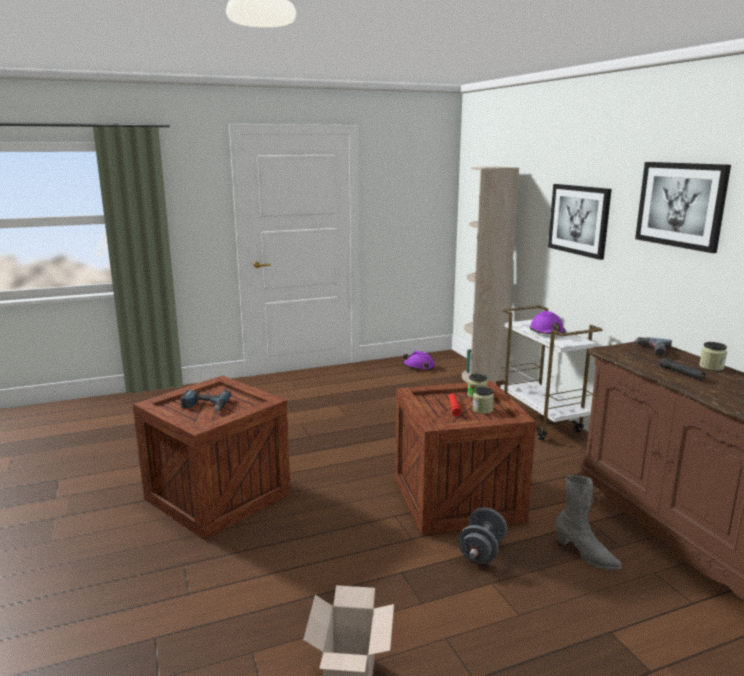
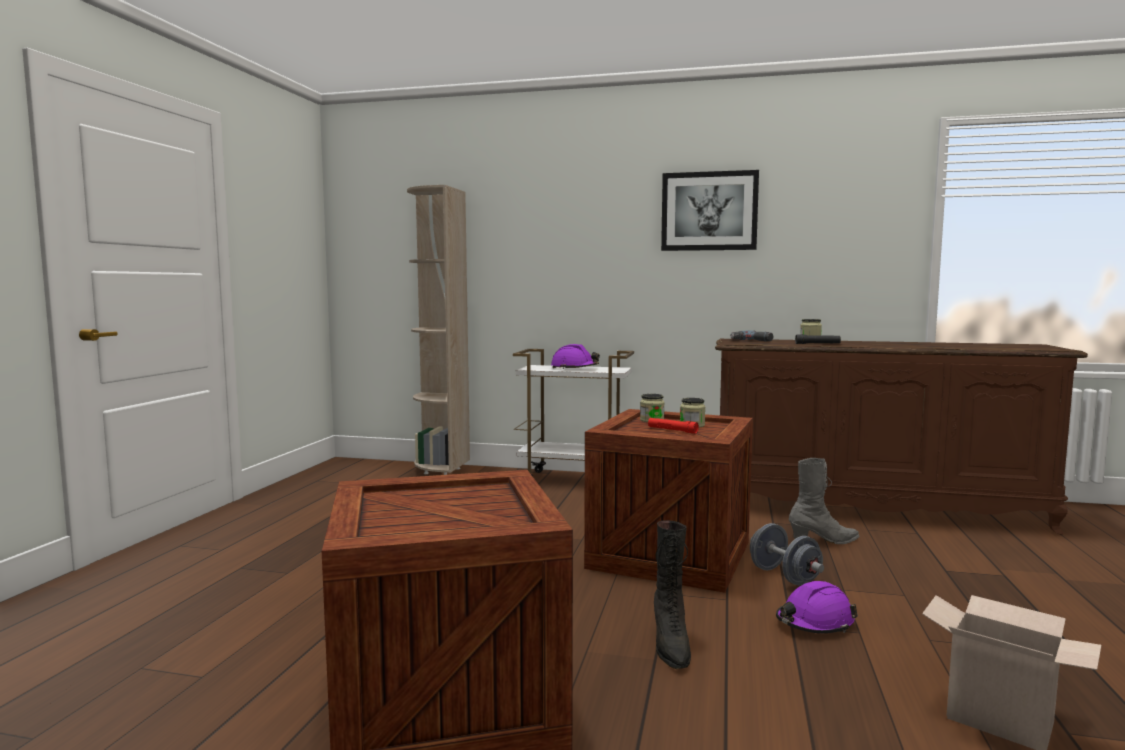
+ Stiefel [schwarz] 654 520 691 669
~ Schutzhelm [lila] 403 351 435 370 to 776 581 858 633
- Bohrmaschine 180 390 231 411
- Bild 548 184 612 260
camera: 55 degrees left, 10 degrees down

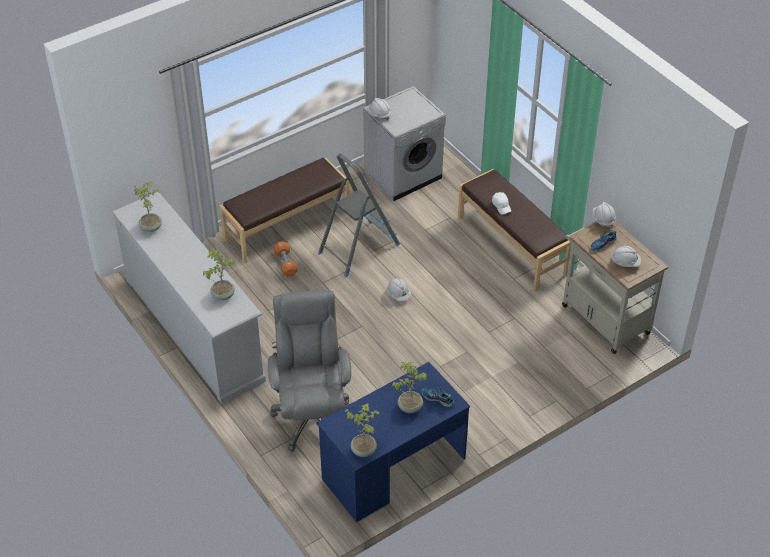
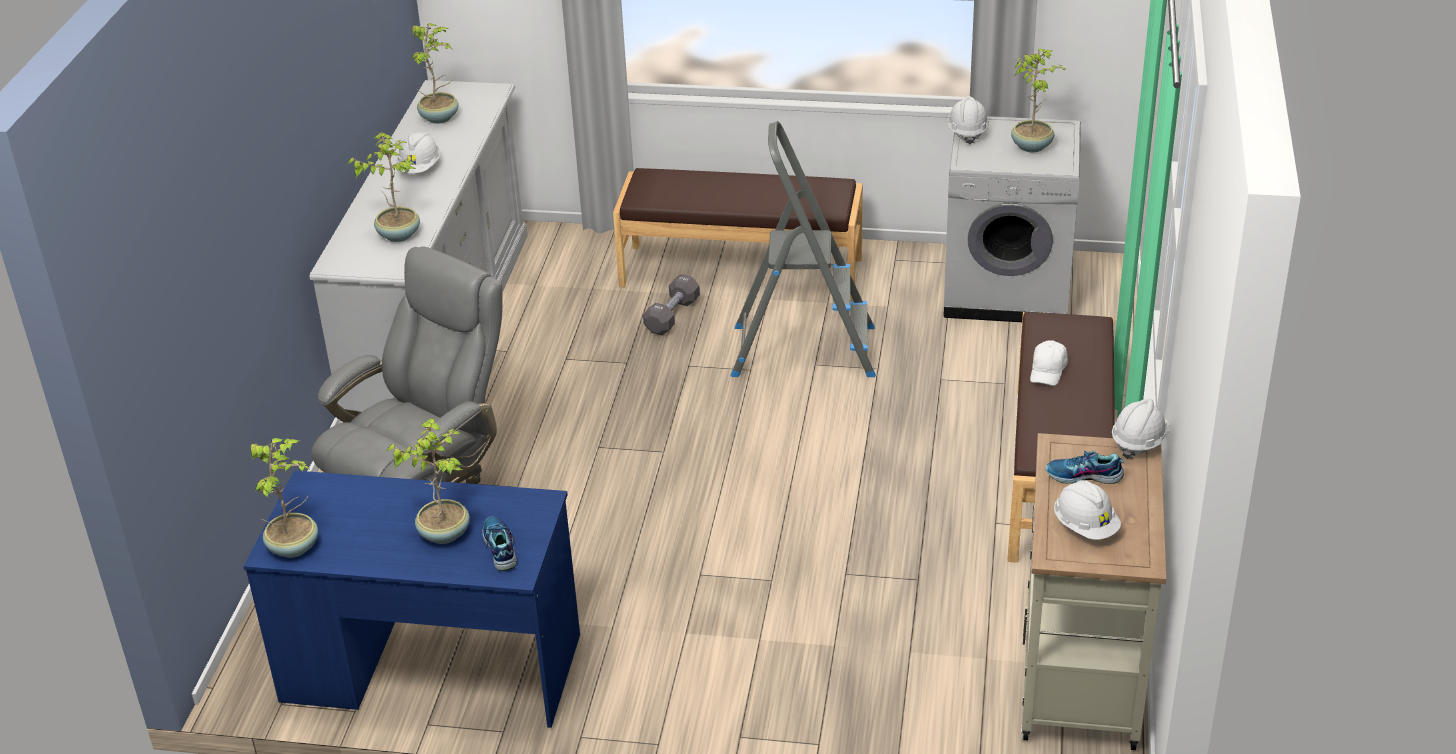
~ Schutzhelm [weiß] 387 278 411 301 to 396 132 440 173
~ Hantel [orange] 274 241 298 277 to Hantel [grau] 643 274 700 335
+ Topfpflanze 1011 49 1066 153
camera: 45 degrees right, 10 degrees down

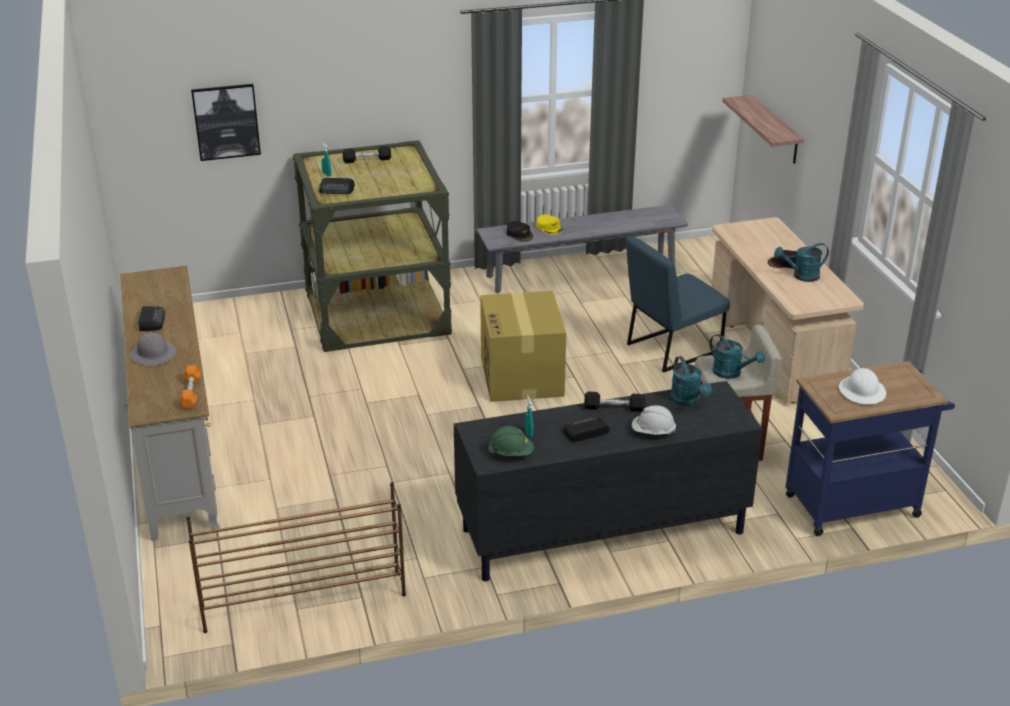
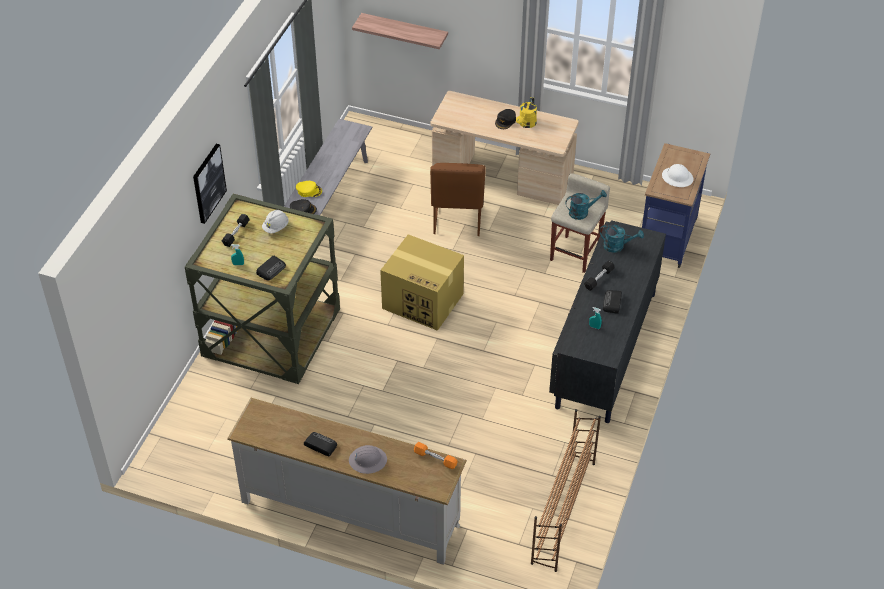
~ Bild 191 84 261 161 to 193 144 227 224
~ Schutzhelm [weiß] 632 405 676 435 to 262 210 289 233
~ Stuhl [blau] 626 236 730 373 to Stuhl [braun] 430 163 486 236
~ Gießkanne [türkis] 774 243 829 282 to Gießkanne [gelb] 516 97 537 128
- Schutzhelm [grün] 488 426 534 456
camera: 55 degrees left, 15 degrees up

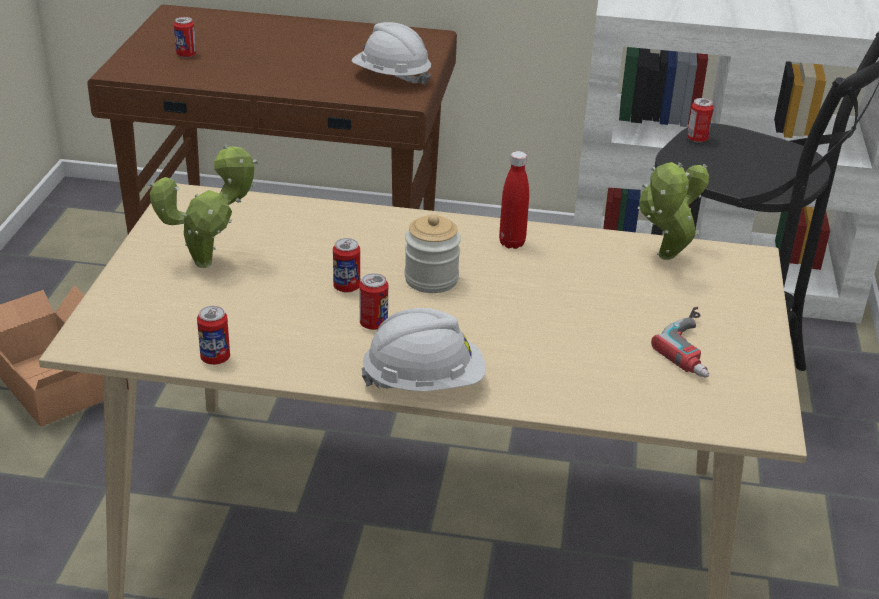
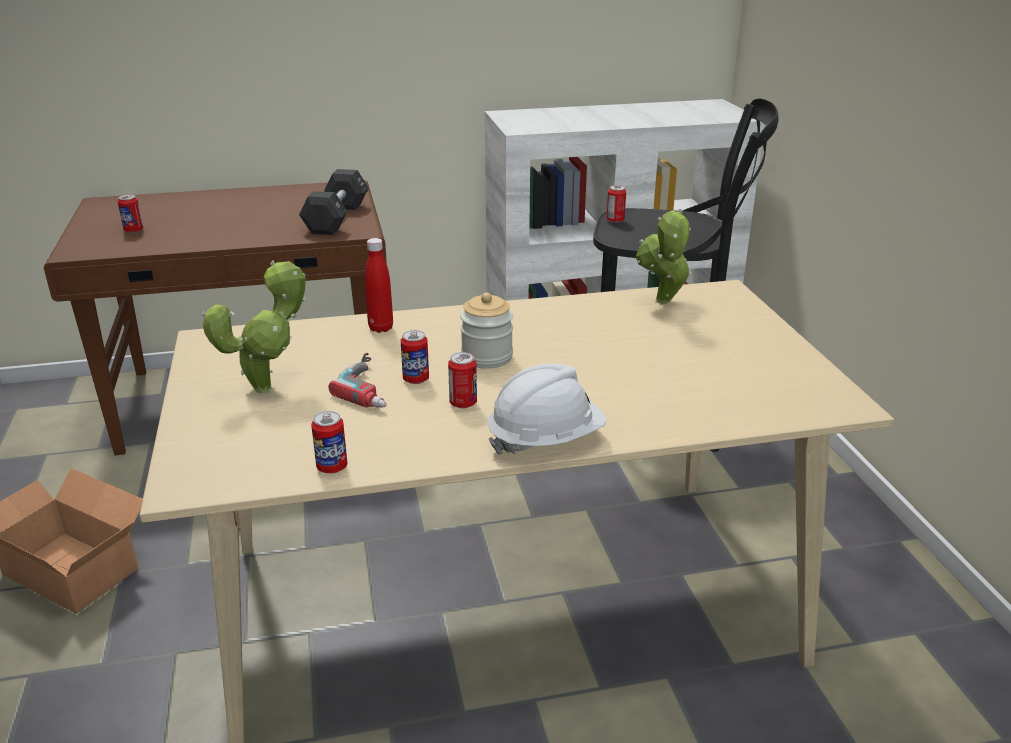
~ Schutzhelm [weiß] 352 22 431 86 to Hantel [schwarz] 299 169 369 235
~ Bohrmaschine 651 307 709 377 to 328 353 386 408
~ Flasche [rot] 499 151 529 249 to 365 238 393 333
camera: 20 degrees left, 5 degrees down

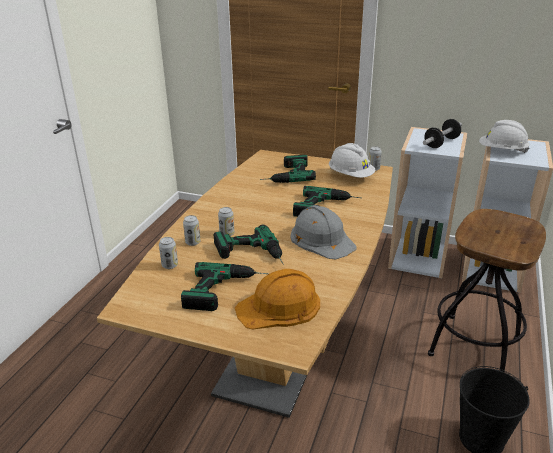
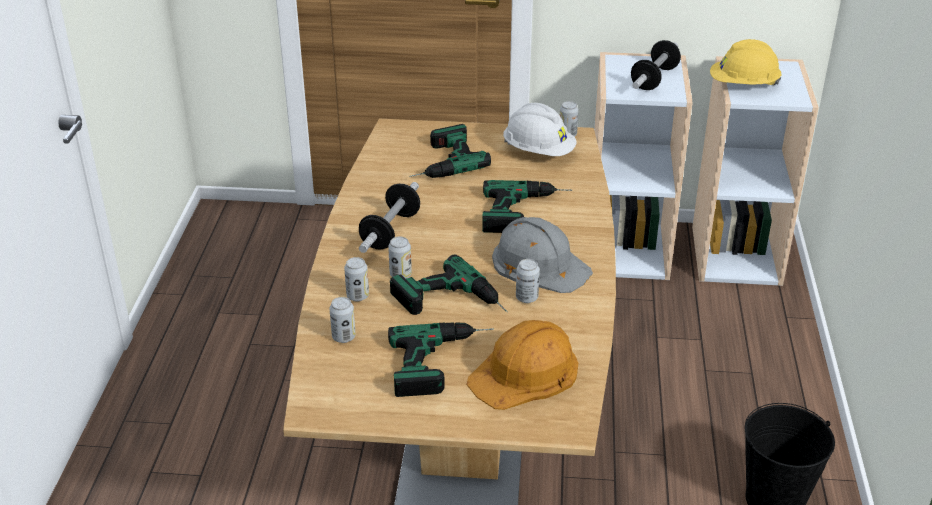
+ Hantel 359 182 420 253
+ Dose 516 259 540 303
~ Schutzhelm [weiß] 479 120 530 153 to Schutzhelm [gelb] 710 39 782 86
- Hocker [braun] 428 209 546 372
camera: 15 degrees left, 5 degrees up

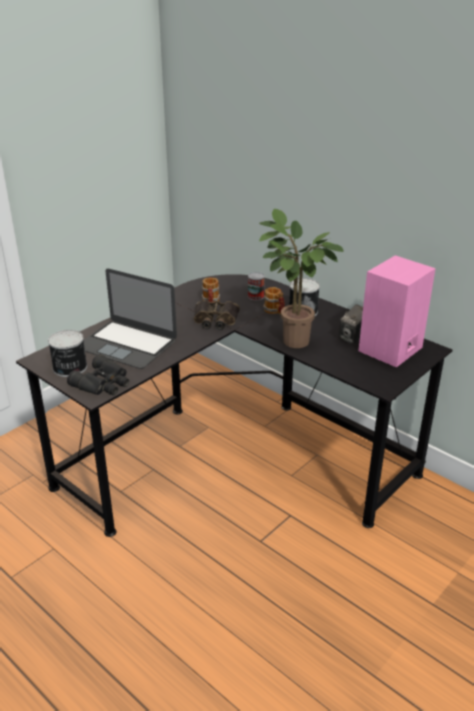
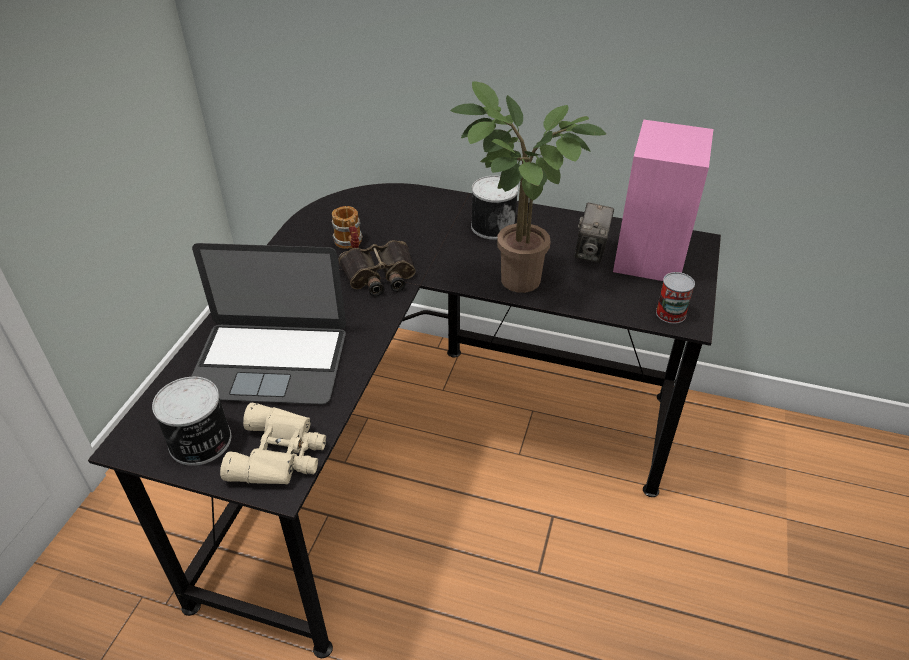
~ Fernglas [schwarz] 67 354 129 395 to Fernglas [beige] 220 403 326 484
~ Dose 248 272 265 300 to 656 272 695 324
- Henkelbecher 263 287 285 315
camera: 25 degrees left, 10 degrees up

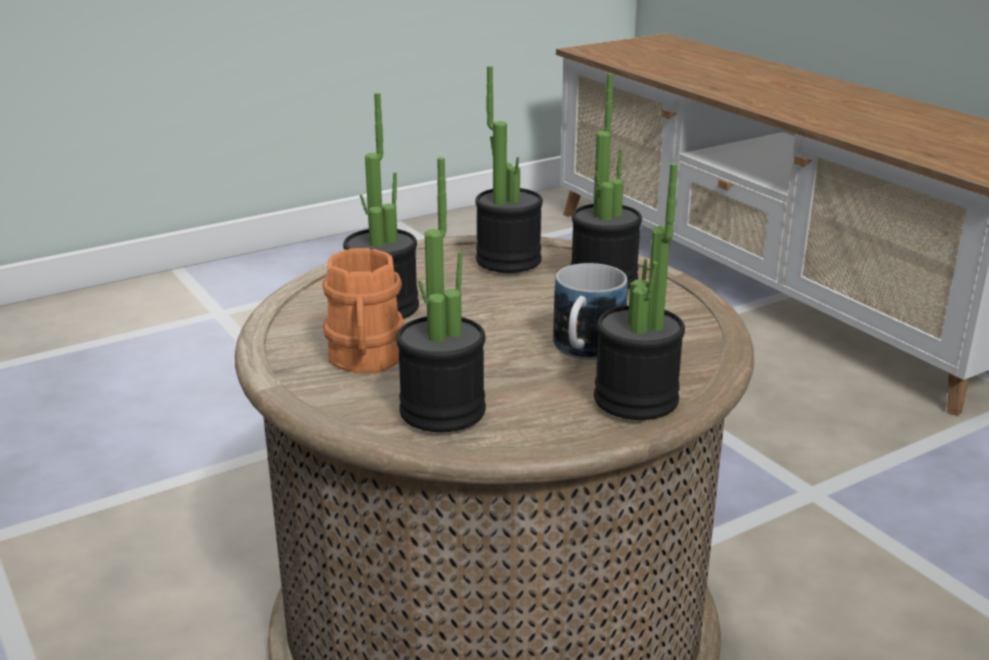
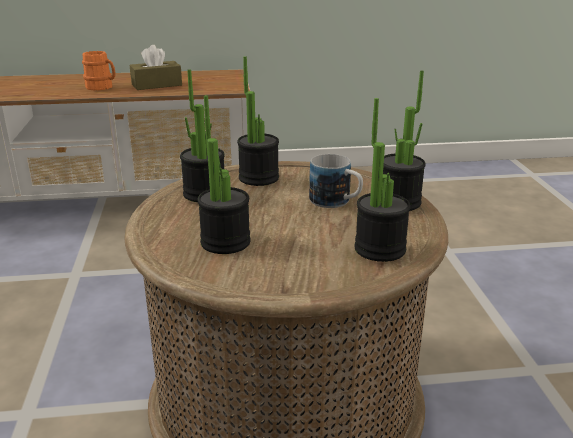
~ Henkelbecher [orange] 322 248 404 374 to 82 51 116 91
+ Taschentuchbox [braun] 130 45 182 90
camera: 65 degrees left, 0 degrees up

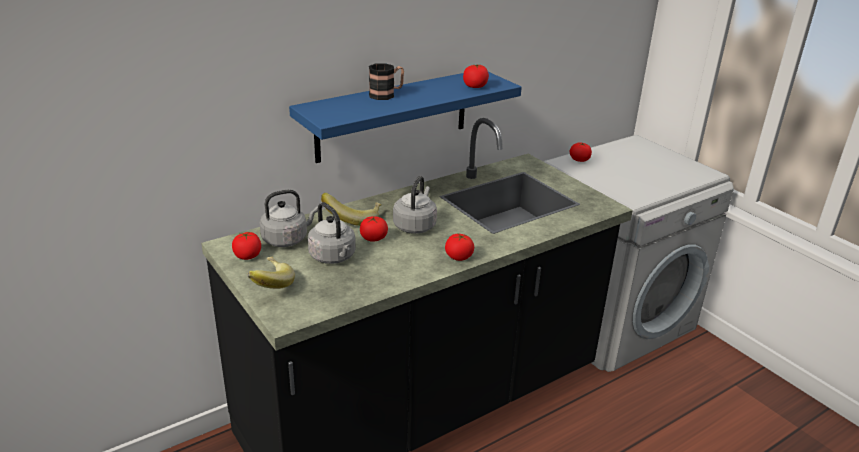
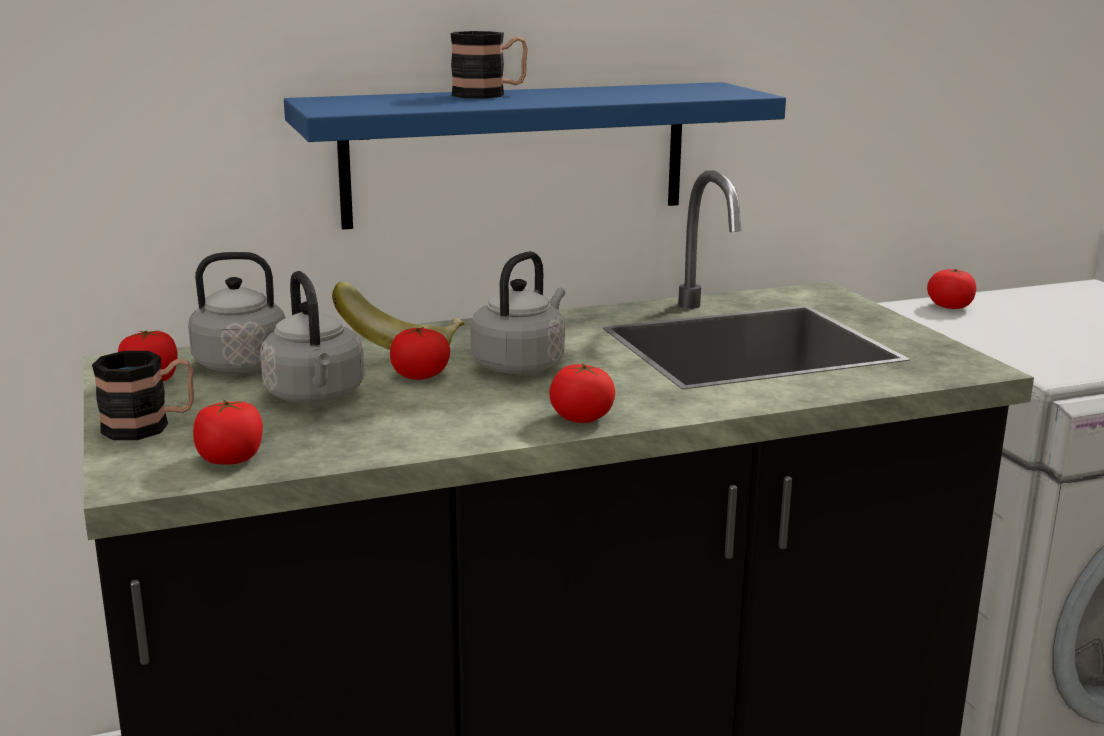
~ Banane 247 257 295 289 to Henkelbecher 92 351 194 440
~ Tomate 463 64 489 88 to 193 400 263 464
camera: 15 degrees right, 10 degrees down

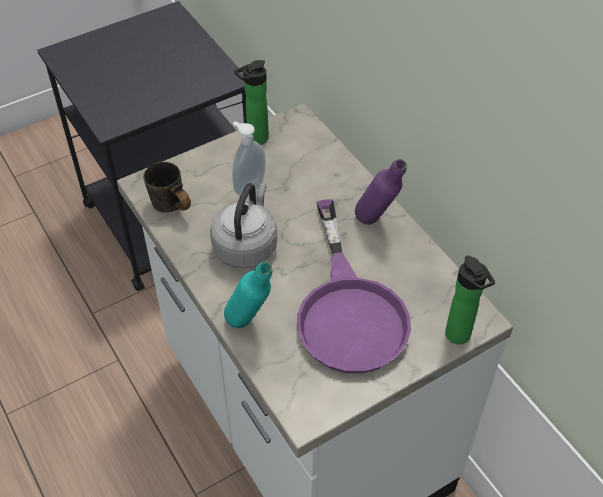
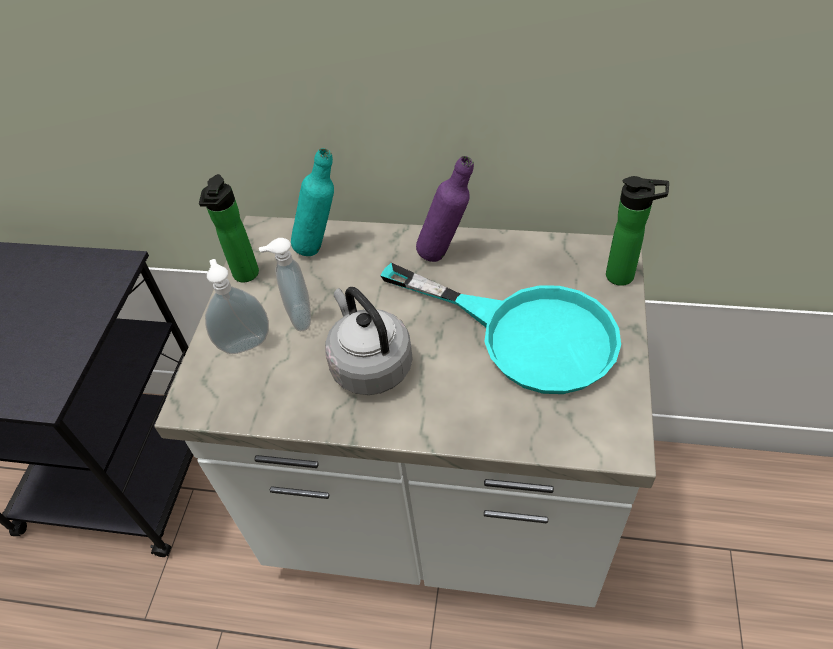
+ Seifenspender 205 259 269 354
~ Flasche [türkis] 224 262 272 328 to 291 148 334 256
~ Pfanne [lila] 297 200 411 373 to Pfanne [türkis] 380 263 621 394
- Henkelbecher [grau] 143 162 191 212
camera: 45 degrees left, 0 degrees up

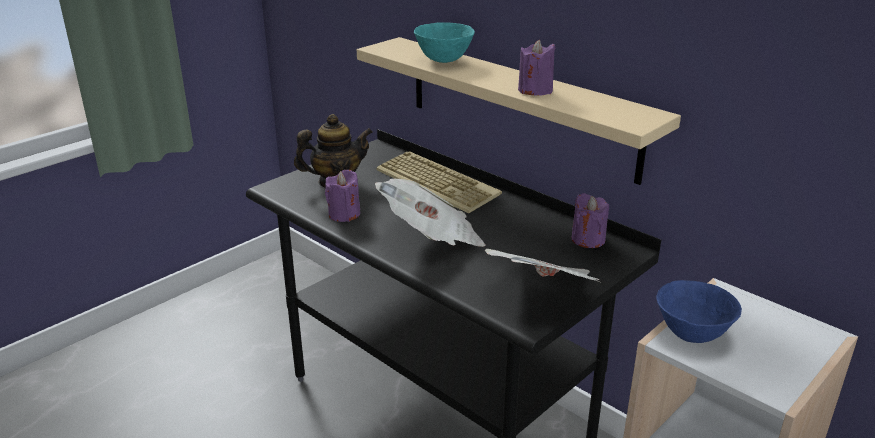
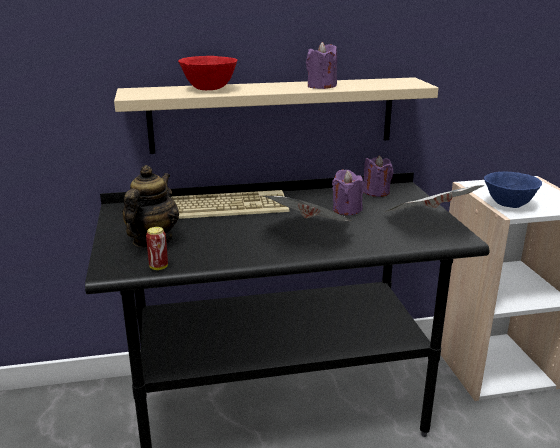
+ Dose 146 227 168 270
~ Schüssel [türkis] 414 22 475 63 to Schüssel [rot] 178 56 237 90
~ Kerze [lila] 325 170 360 222 to 332 170 363 215
camera: 55 degrees left, 5 degrees down

